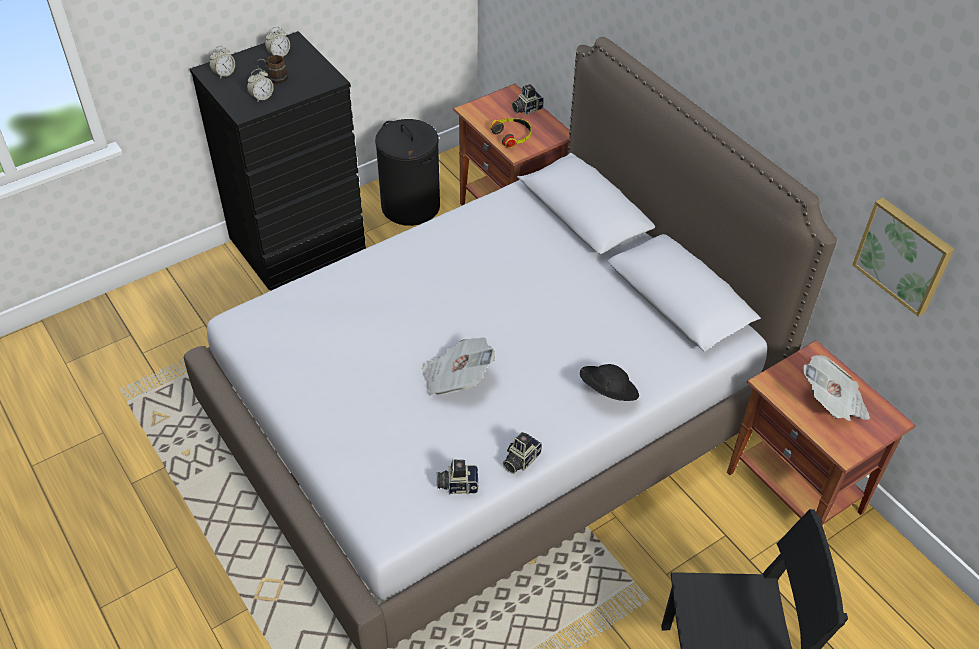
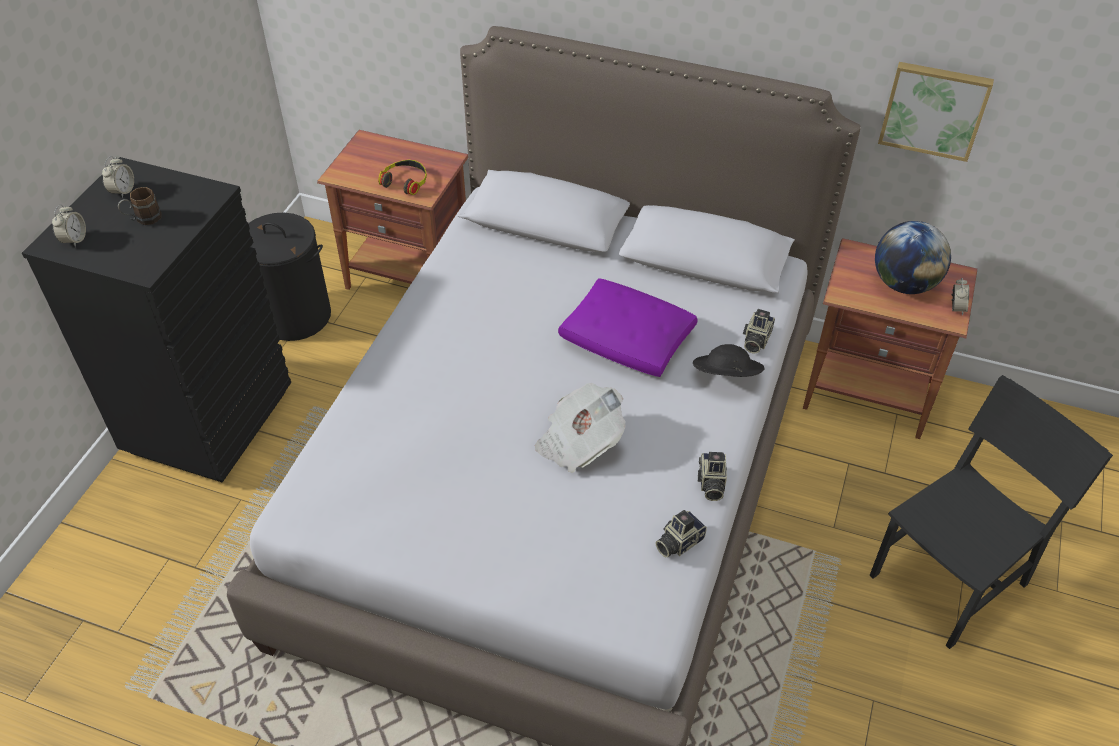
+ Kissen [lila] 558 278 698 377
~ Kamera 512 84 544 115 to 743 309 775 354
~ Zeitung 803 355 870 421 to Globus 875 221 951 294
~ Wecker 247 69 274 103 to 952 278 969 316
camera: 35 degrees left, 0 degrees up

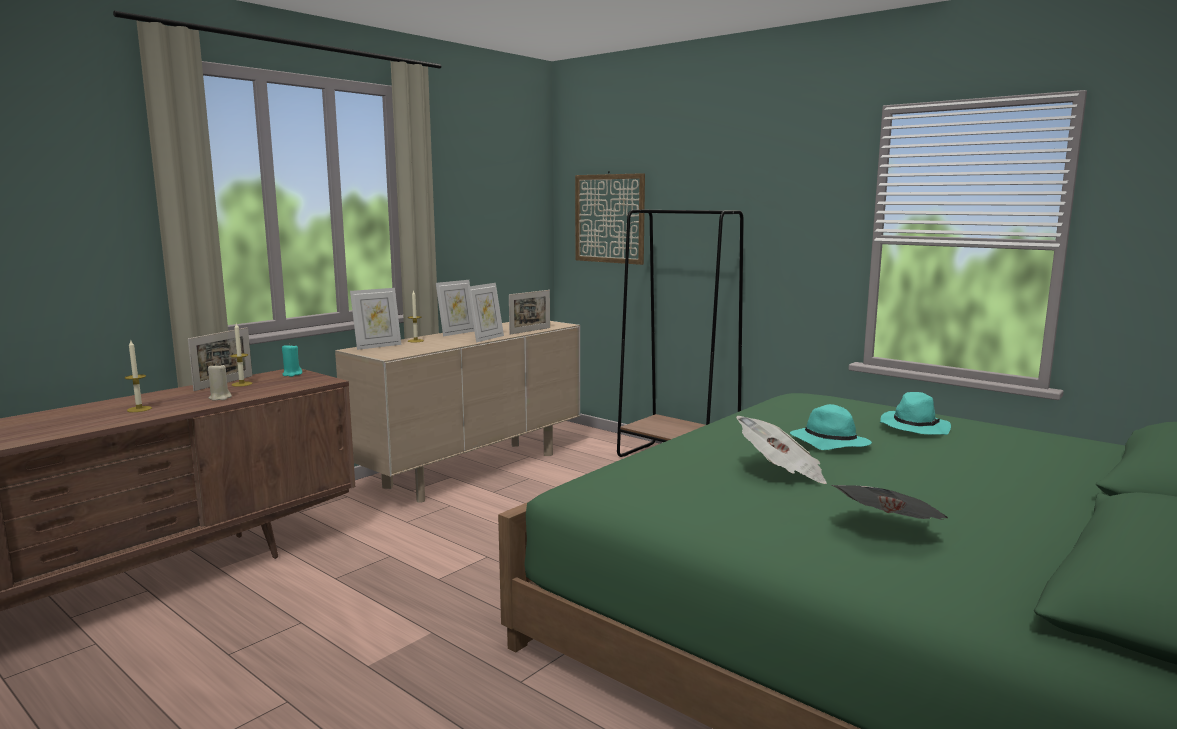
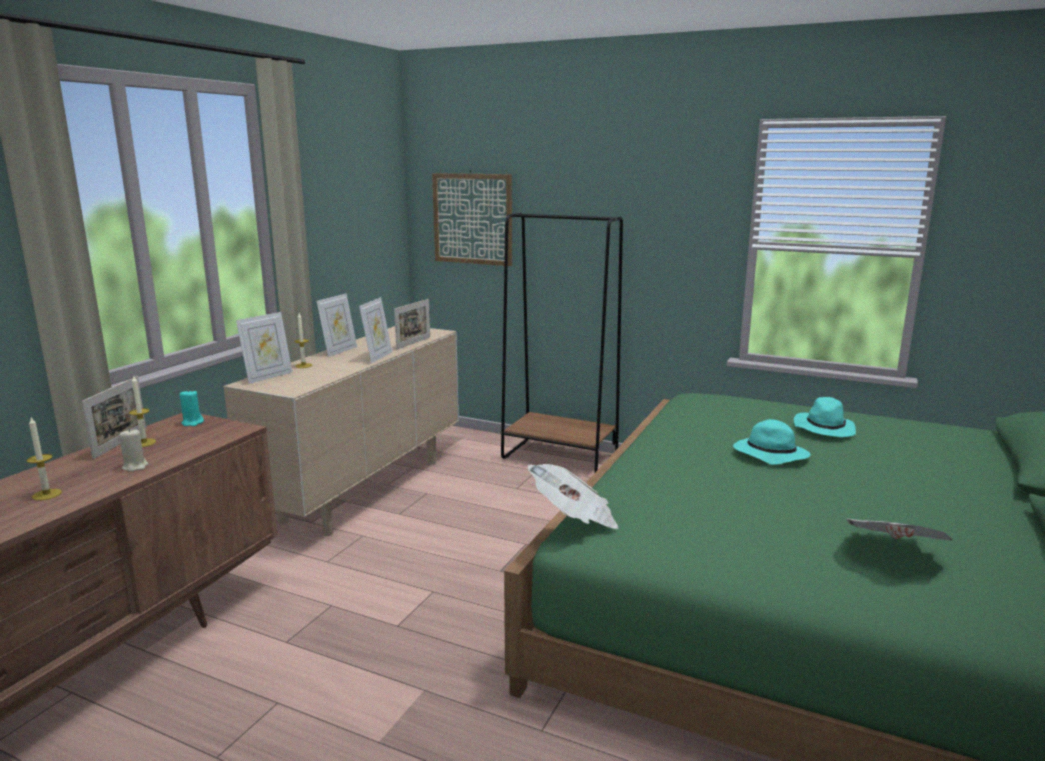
~ Zeitung 736 416 827 484 to 528 464 619 529
camera: 15 degrees left, 5 degrees up

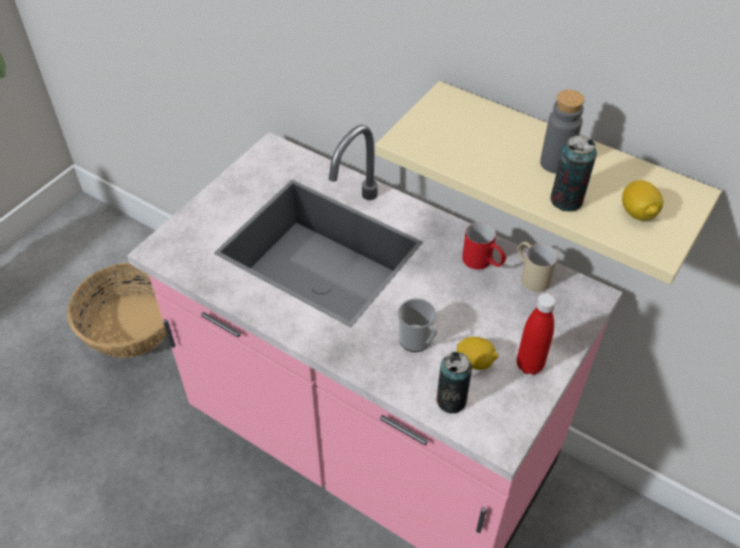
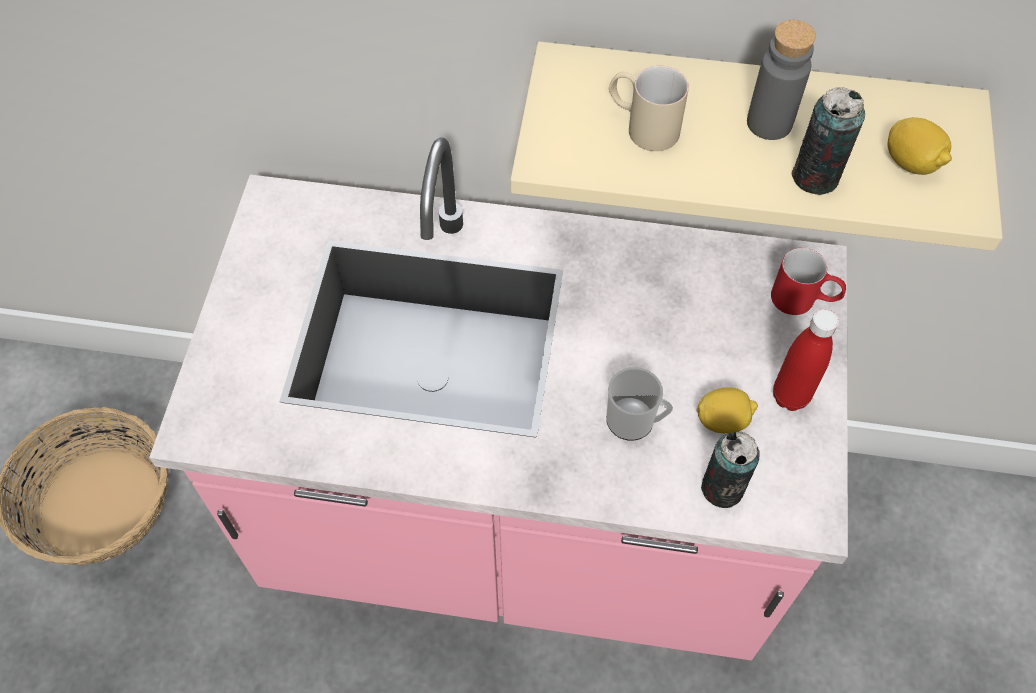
~ Henkelbecher [beige] 517 241 558 292 to 609 66 689 151
~ Henkelbecher [rot] 462 222 506 270 to 771 248 846 315
camera: 25 degrees left, 10 degrees up

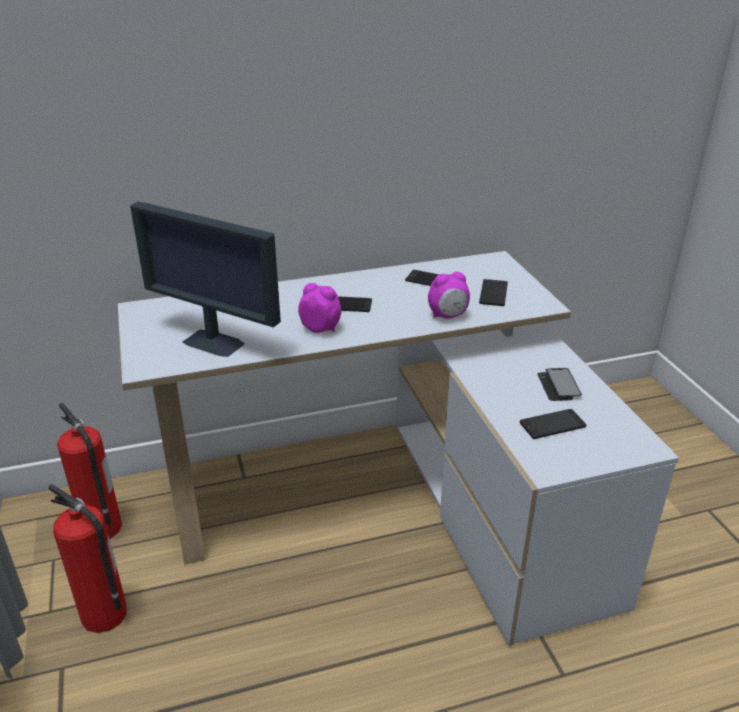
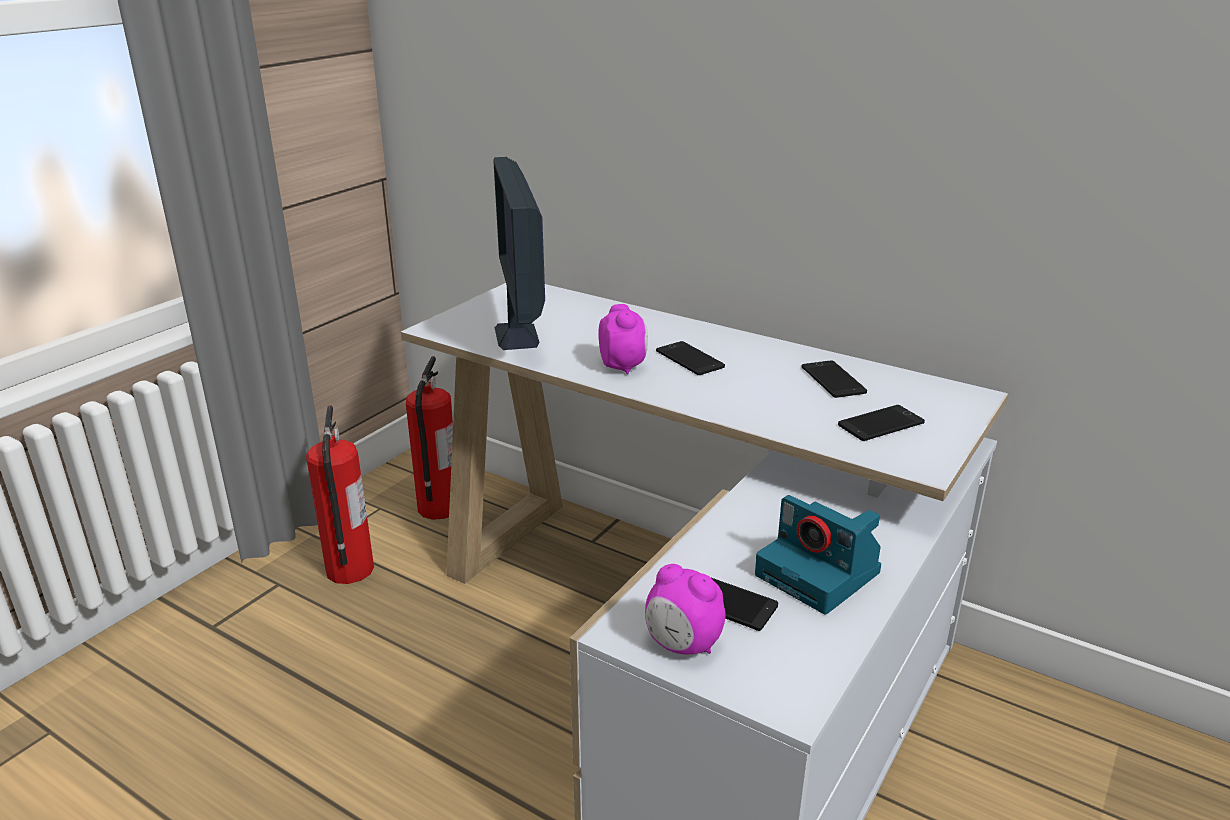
~ Wecker 428 272 470 319 to 645 564 726 654
~ Handy 537 368 582 401 to Kamera 755 495 881 614
camera: 50 degrees right, 5 degrees down

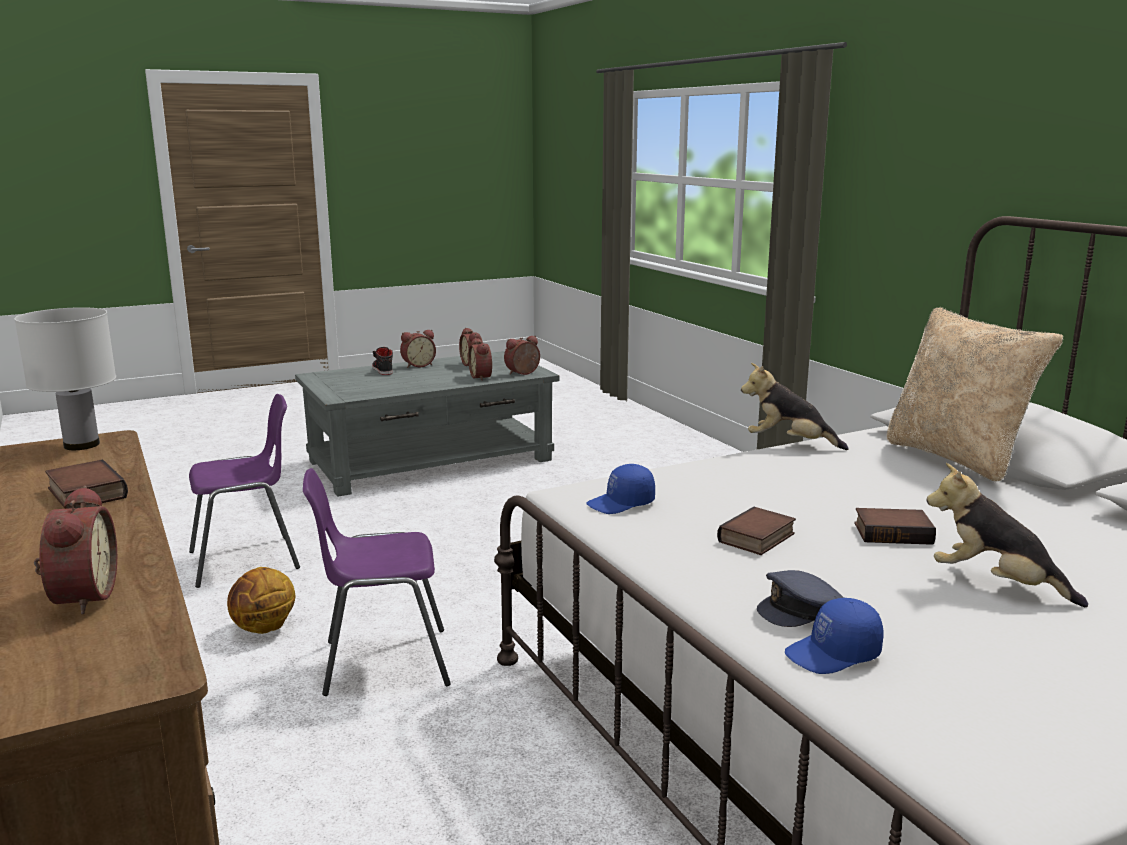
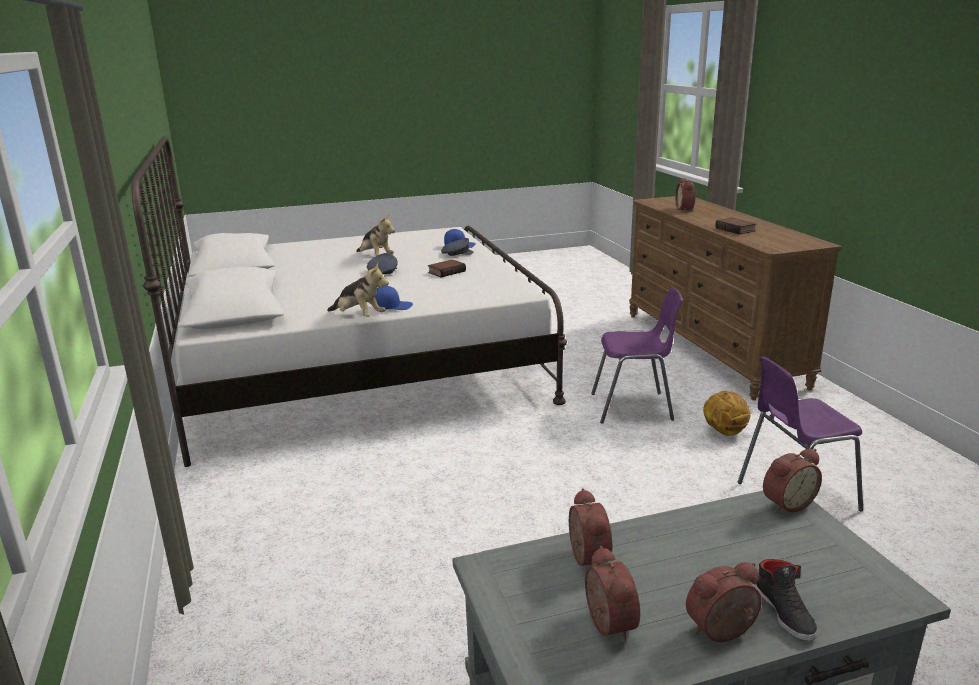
~ Buch 854 508 936 545 to Kappe [grau] 367 253 398 274
~ Kappe [blau] 586 464 655 514 to 375 286 413 310
~ Wecker 504 336 540 375 to 763 449 822 513
- Tischlampe [weiß] 14 307 116 450
- Kissen [beige] 886 307 1064 482
camera: 170 degrees left, 5 degrees up

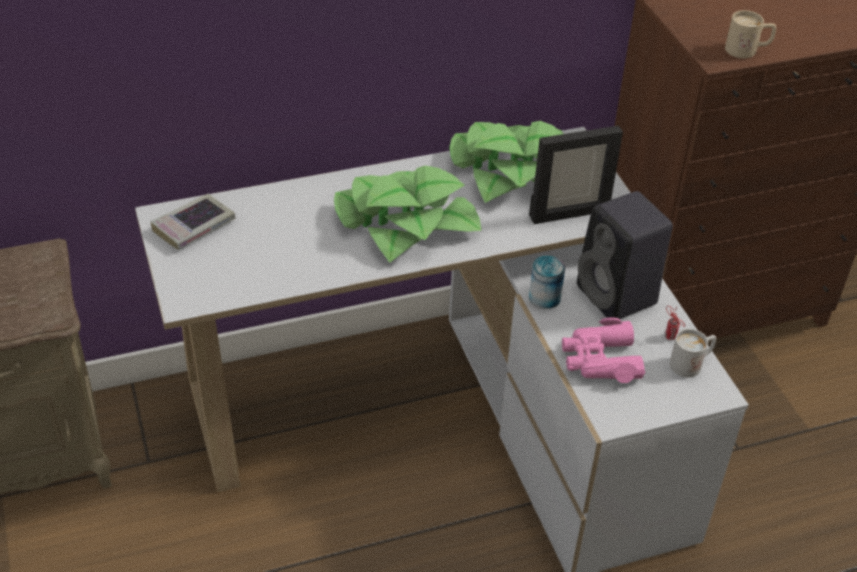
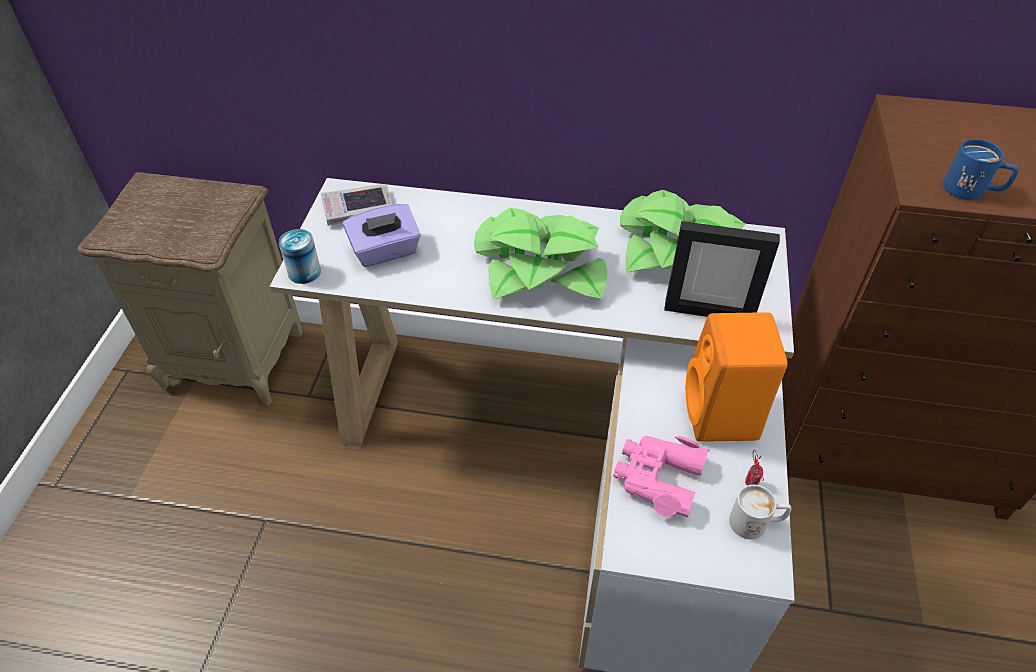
~ Dose 529 256 565 309 to 279 229 321 284
+ Taschentuchbox [lila] 343 204 421 267
~ Lautsprecher [schwarz] 577 191 673 319 to Lautsprecher [orange] 685 312 788 442
~ Henkelbecher [beige] 725 10 776 58 to Henkelbecher [blau] 943 139 1019 200
camera: 30 degrees right, 5 degrees up

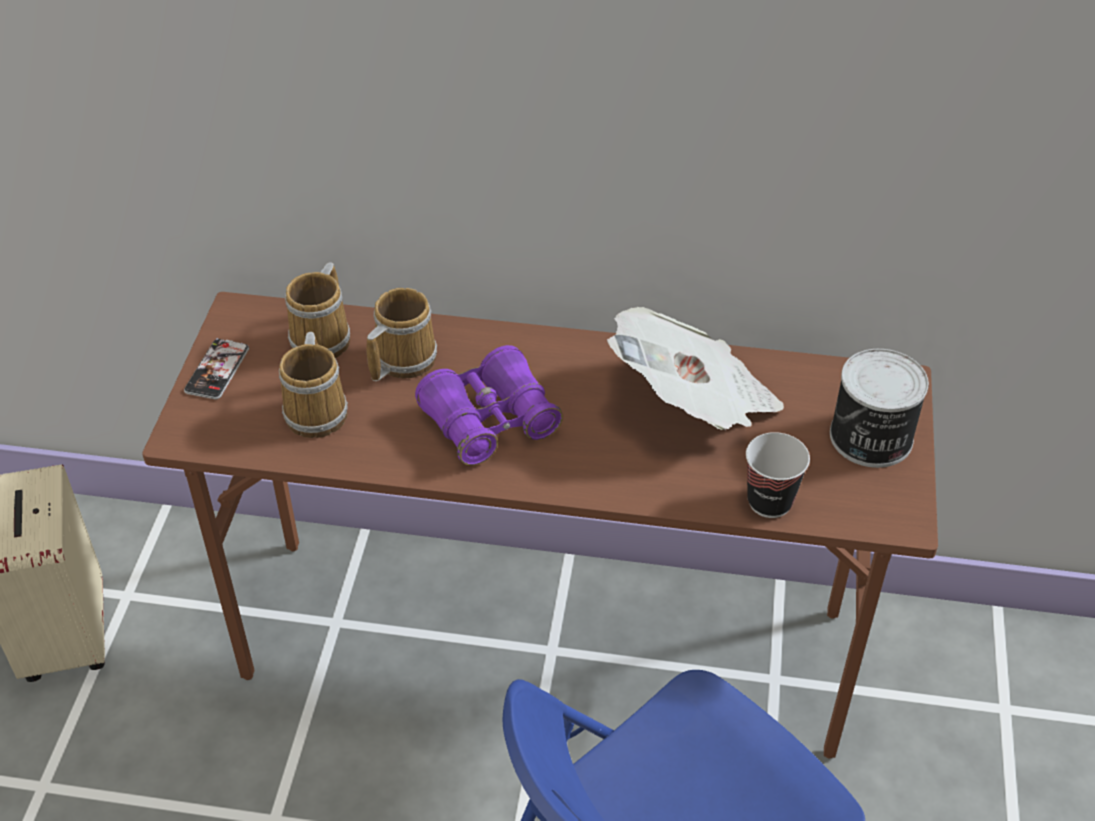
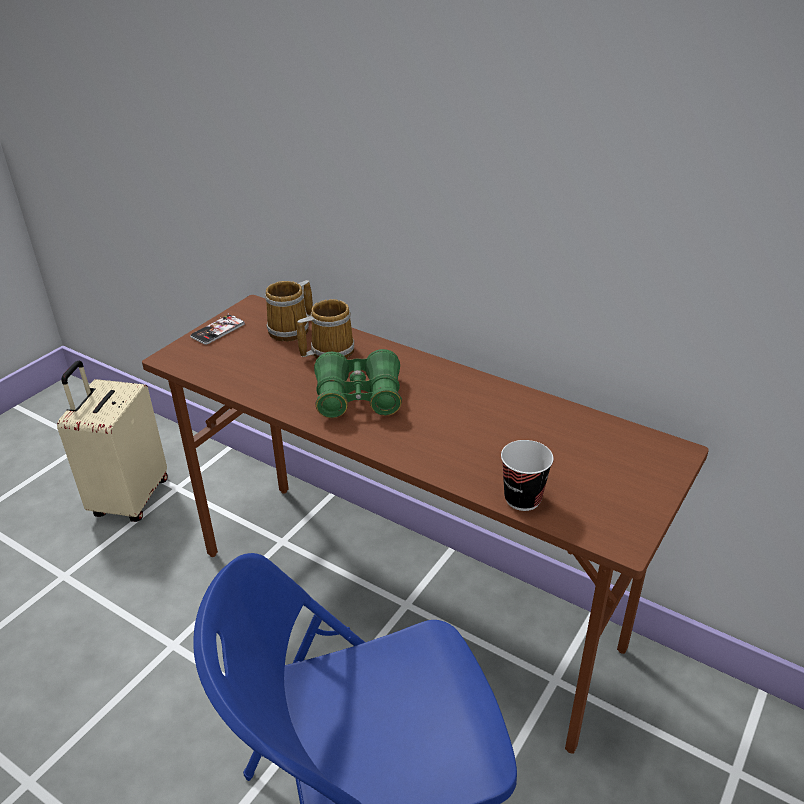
~ Fernglas [lila] 415 345 563 465 to Fernglas [grün] 314 349 402 418
- Henkelbecher 279 332 348 438
- Zeitung 607 307 784 430
- Dose 830 349 929 468
camera: 25 degrees right, 10 degrees down

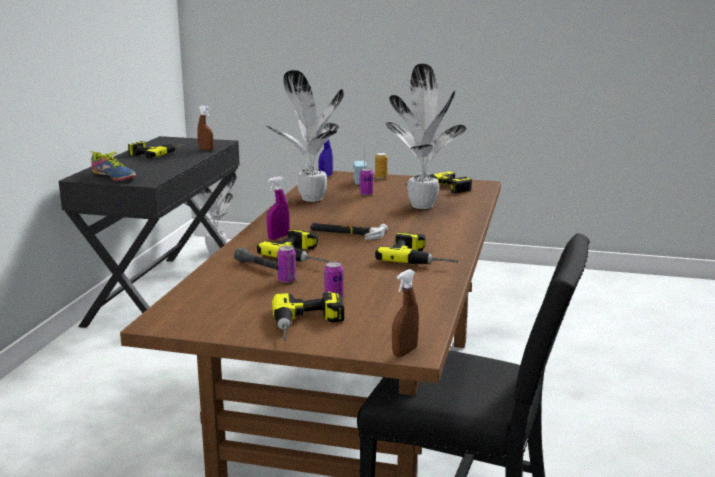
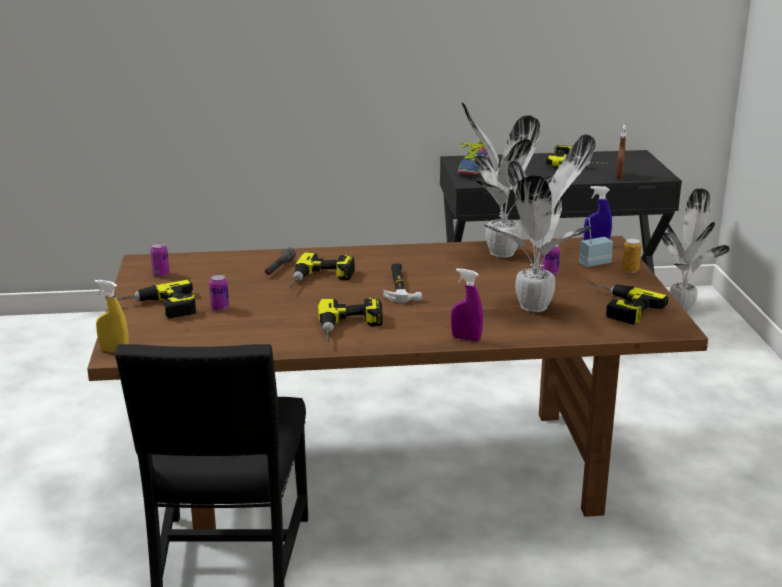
~ Sprühflasche [braun] 392 269 419 357 to Sprühflasche [gelb] 94 280 129 353
~ Dose 277 246 296 283 to 150 243 169 277
~ Sprühflasche [lila] 267 176 289 240 to 451 268 483 342
camera: 70 degrees right, 5 degrees up

